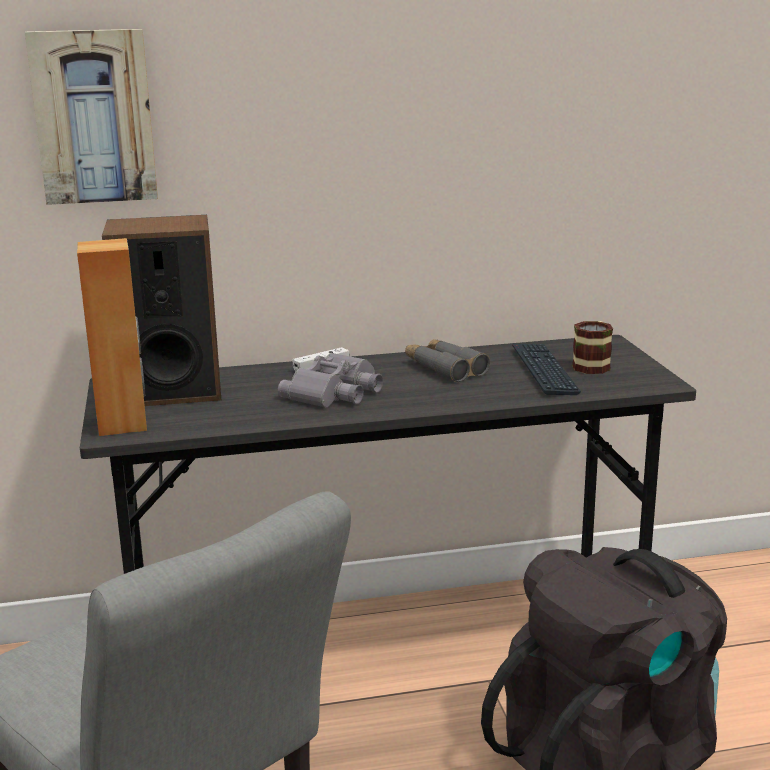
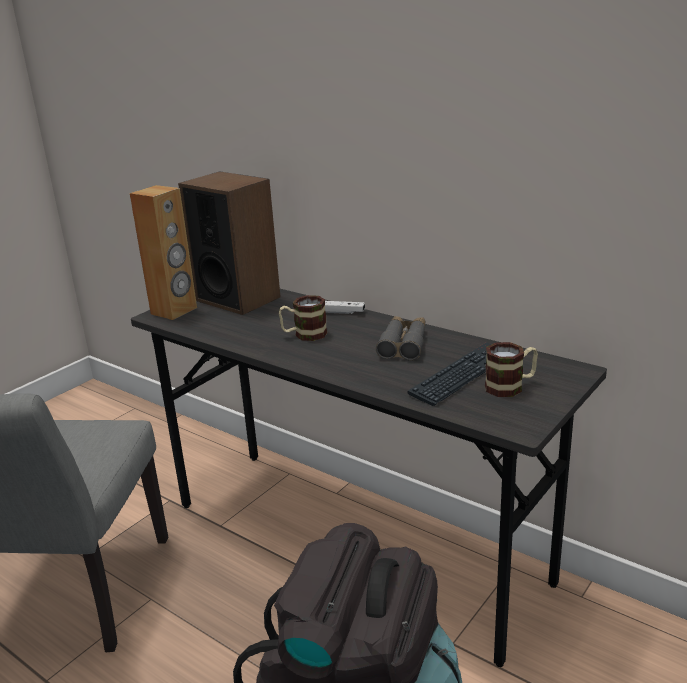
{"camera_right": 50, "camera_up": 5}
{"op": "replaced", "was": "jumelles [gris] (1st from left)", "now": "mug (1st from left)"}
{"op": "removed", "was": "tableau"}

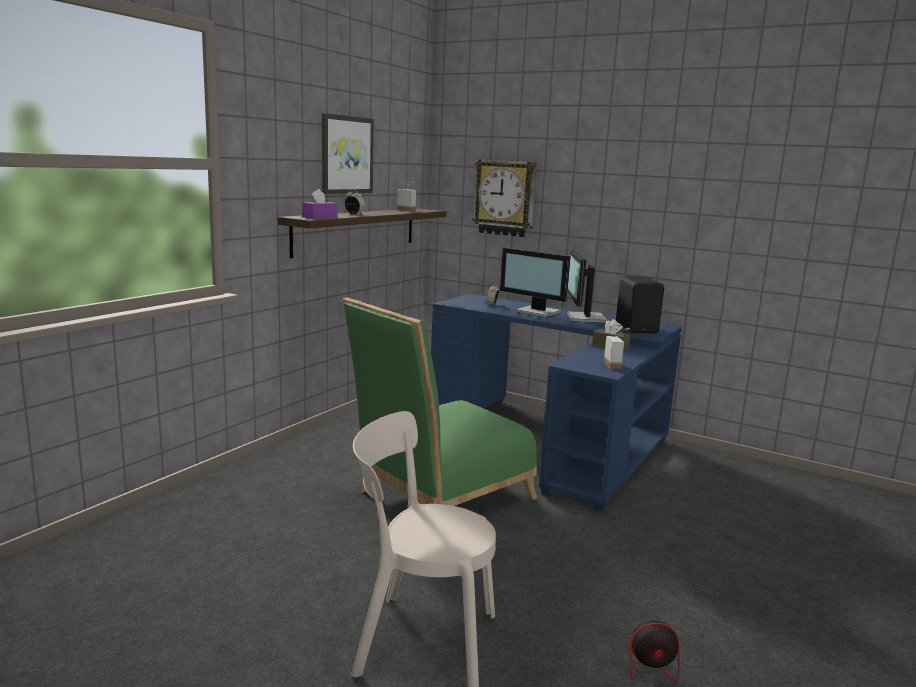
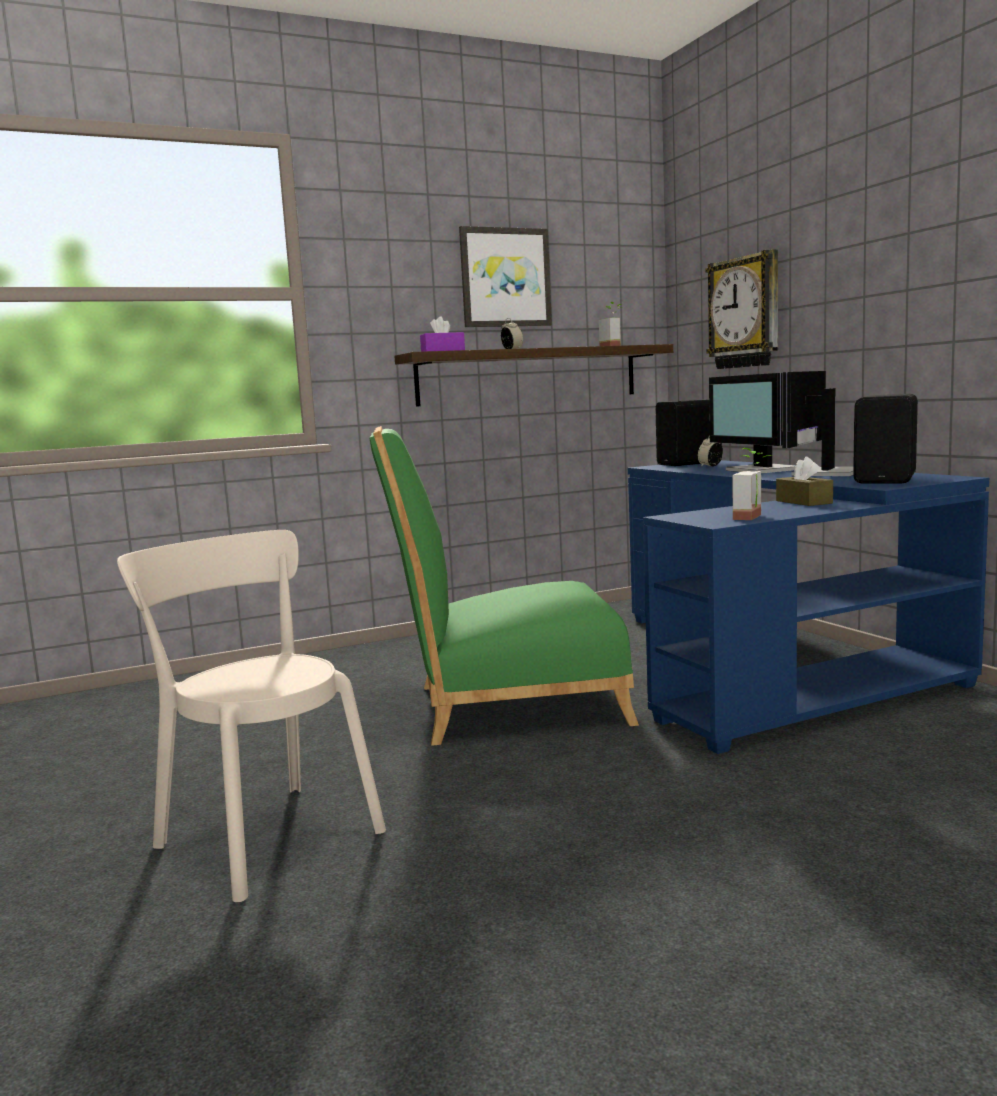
{"camera_right": 35, "camera_up": -5}
{"op": "added", "now": "enceinte [noir] (1st from left)"}
{"op": "removed", "was": "ventilateur"}

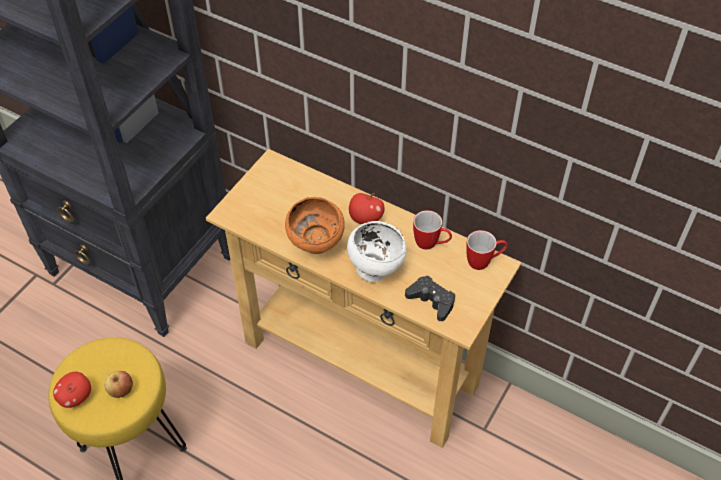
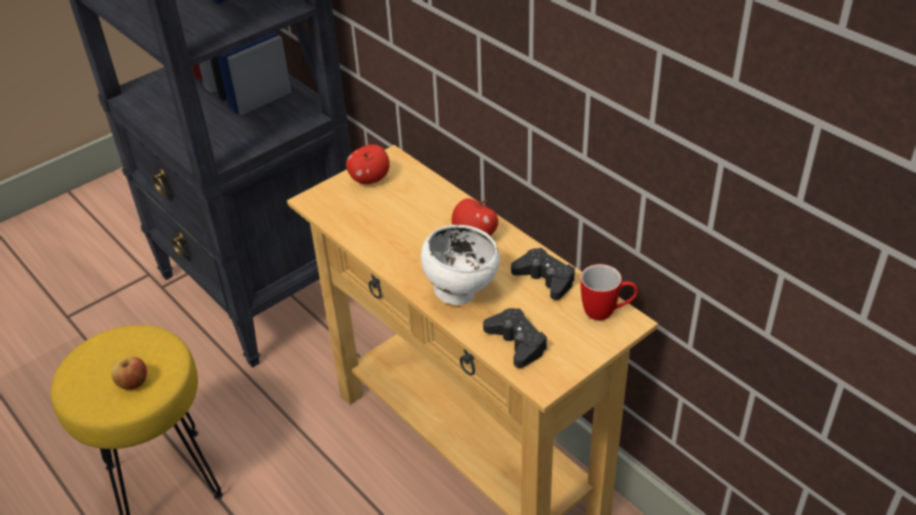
{"camera_right": 20, "camera_up": -10}
{"op": "moved", "was": "pomme (1st from left in the first image)", "now": "pomme (2nd from left)"}
{"op": "replaced", "was": "mug (1st from left)", "now": "manette [noir] (2nd from left)"}
{"op": "removed", "was": "bol [orange]"}

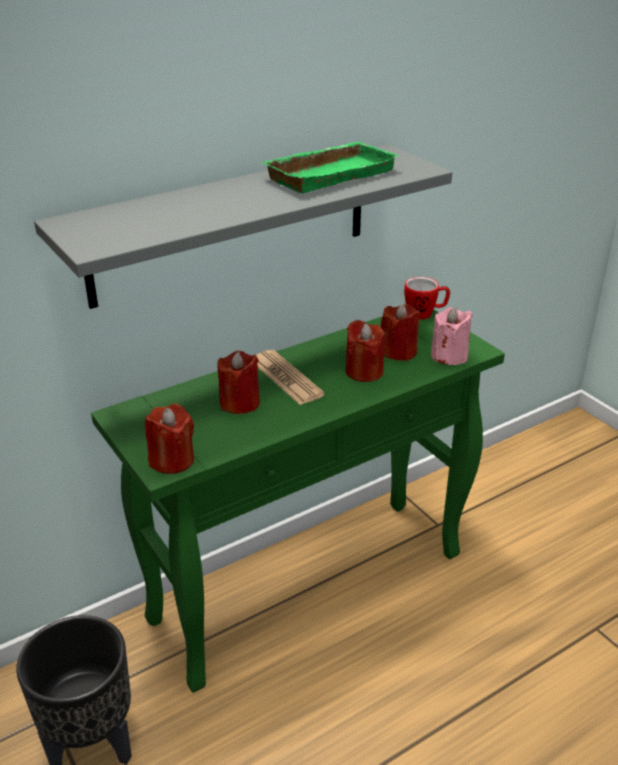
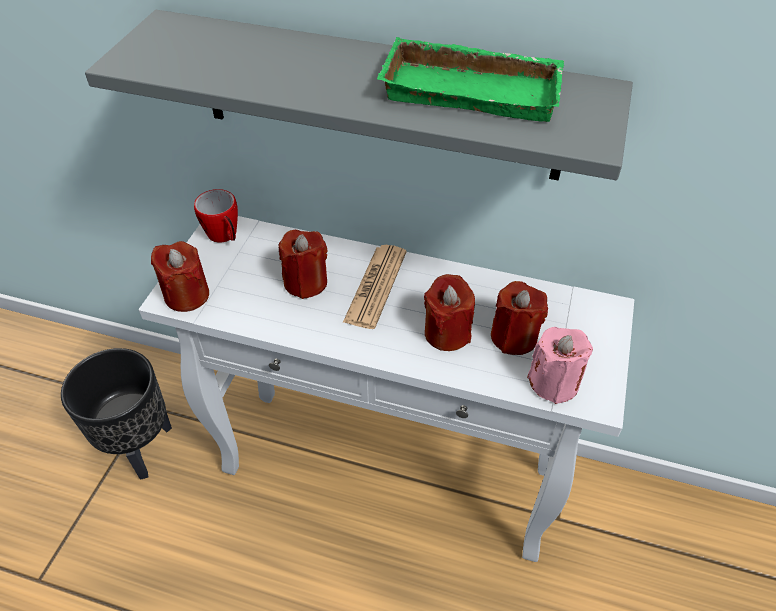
{"camera_right": 50, "camera_up": 15}
{"op": "recoloured", "was": "table console [vert]", "now": "table console [blanc]"}
{"op": "moved", "was": "mug"}

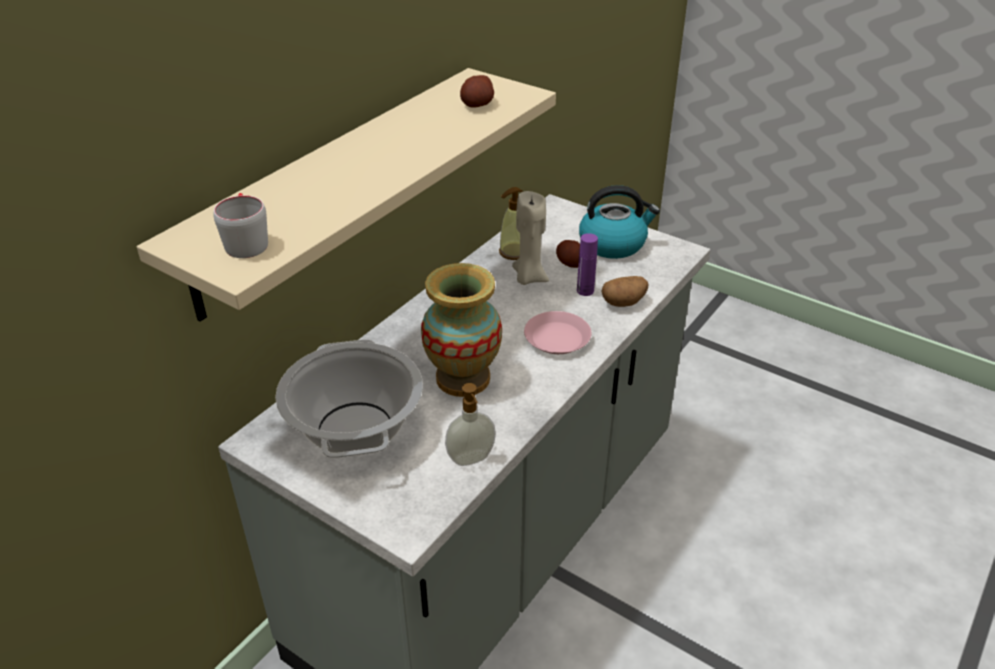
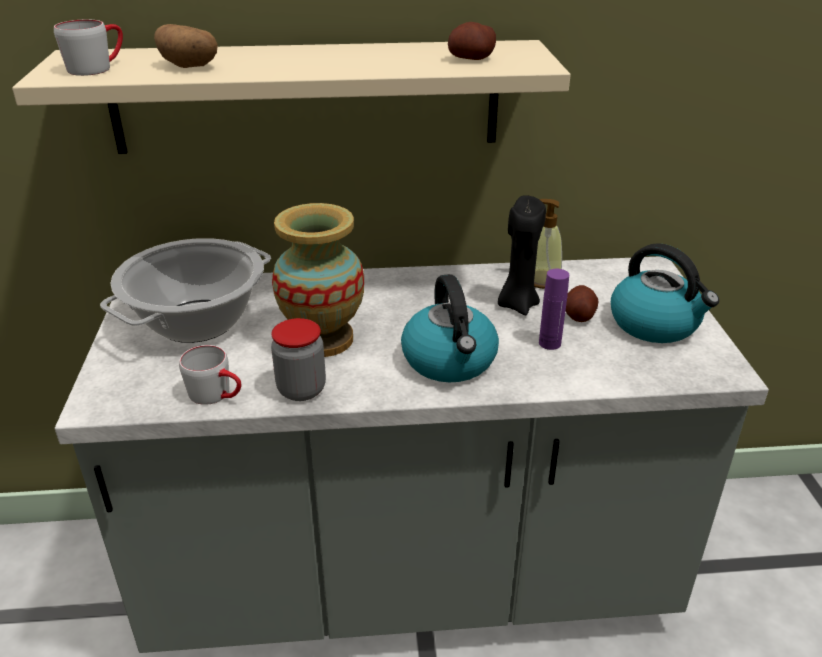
{"camera_right": 50, "camera_up": -5}
{"op": "moved", "was": "pomme de terre (3rd from left in the first image)", "now": "pomme de terre (1st from left)"}
{"op": "replaced", "was": "distributeur de savon (1st from left)", "now": "mug [gris] (2nd from left)"}
{"op": "added", "now": "bocal"}
{"op": "replaced", "was": "assiette [rose]", "now": "bouilloire (1st from left)"}
{"op": "recoloured", "was": "bougie [beige]", "now": "bougie [noir]"}

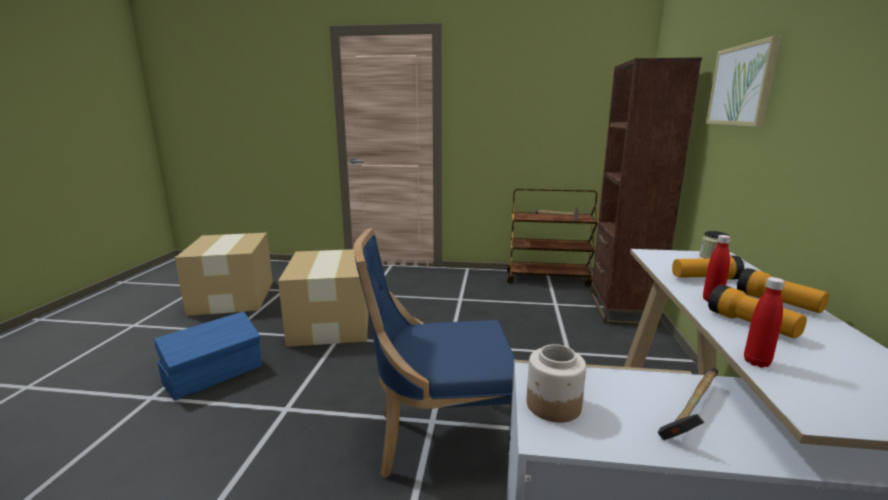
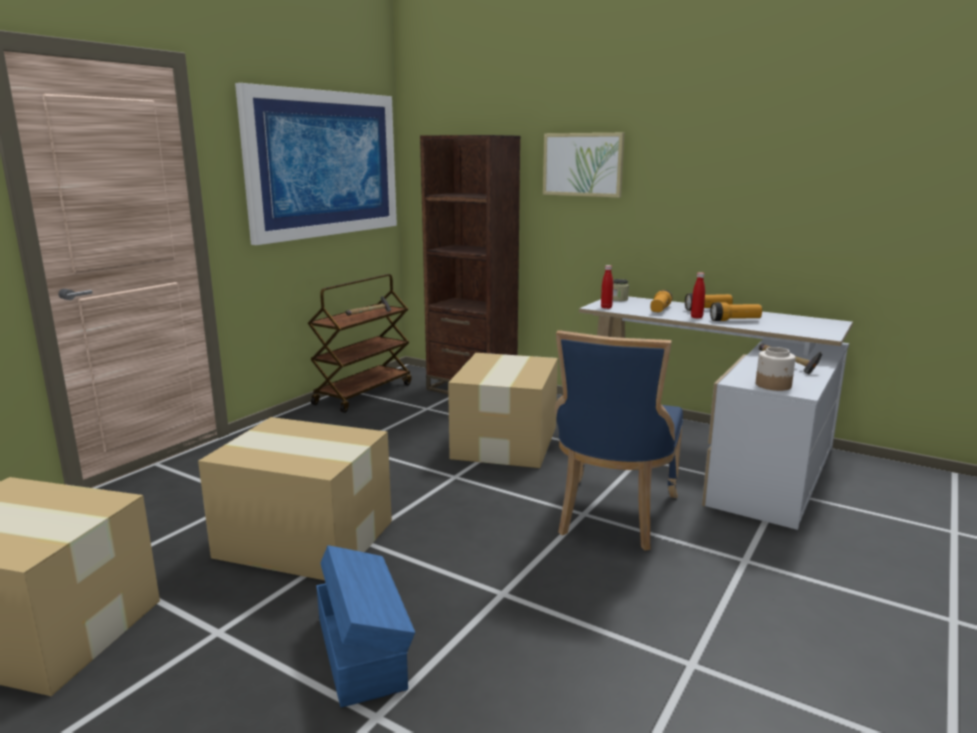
{"camera_right": -65, "camera_up": 0}
{"op": "added", "now": "tableau (1st from left)"}
{"op": "added", "now": "carton (3rd from left)"}
{"op": "moved", "was": "bouteille [rouge] (2nd from left in the first image)", "now": "bouteille [rouge] (1st from left)"}

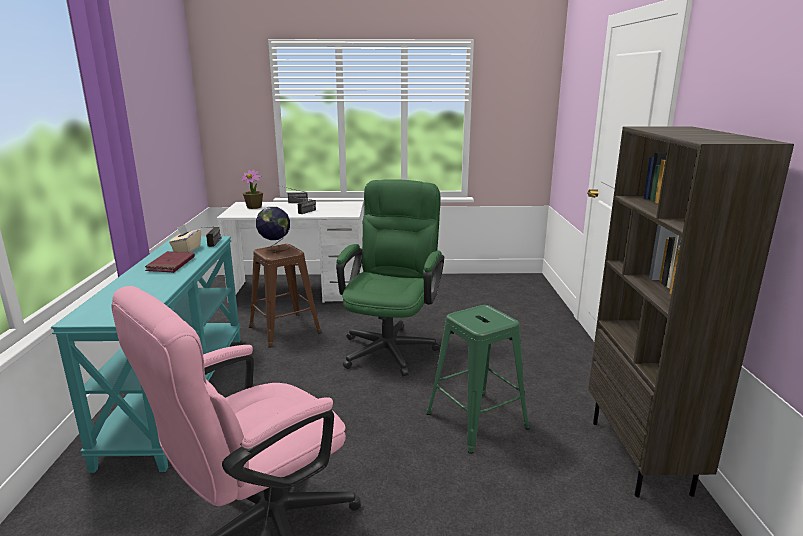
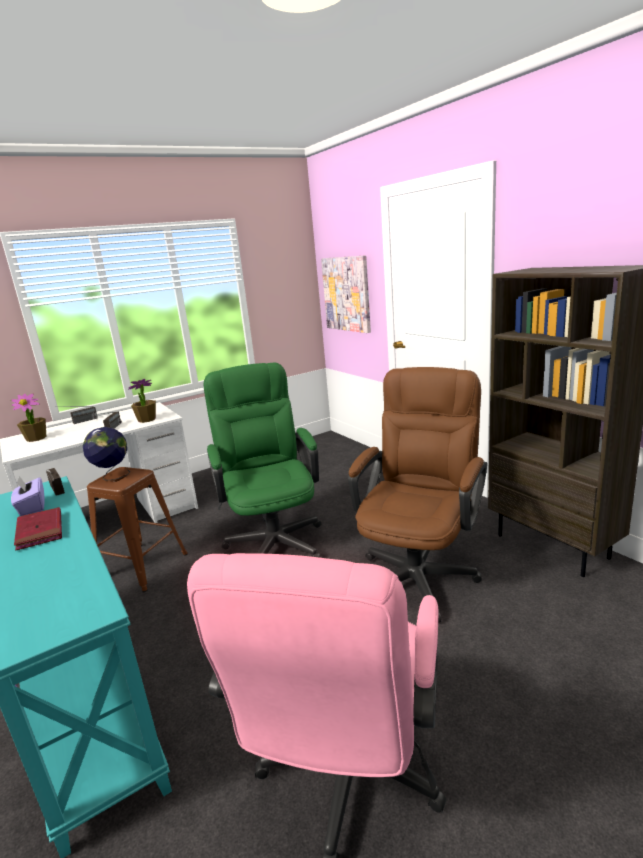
{"camera_right": -30, "camera_up": 0}
{"op": "recoloured", "was": "boîte à mouchoirs [beige]", "now": "boîte à mouchoirs [violet]"}
{"op": "added", "now": "plante en pot (2nd from left)"}
{"op": "added", "now": "tableau"}
{"op": "replaced", "was": "tabouret [vert]", "now": "chaise de bureau [marron]"}

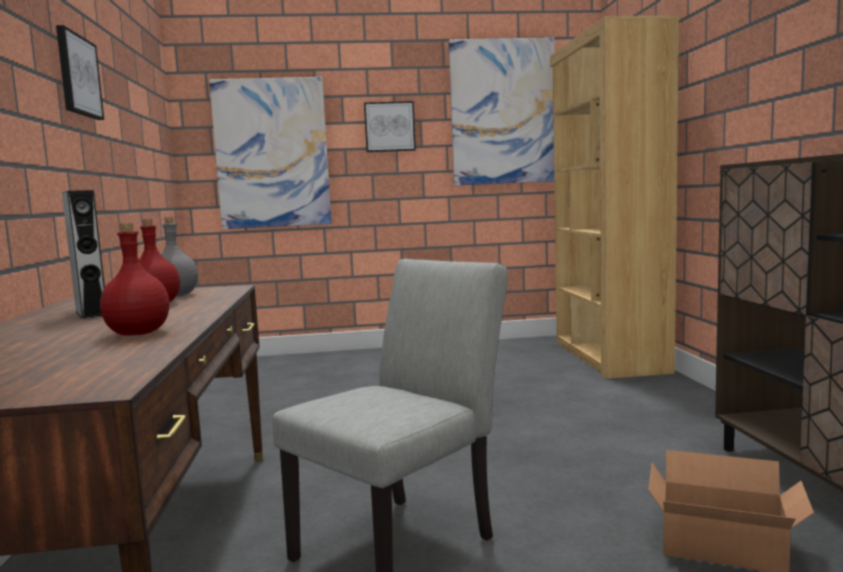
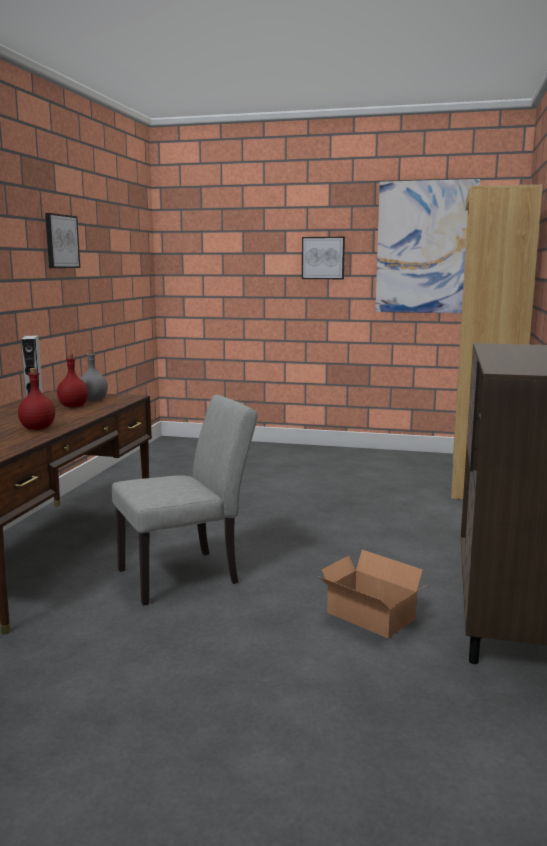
{"camera_right": 20, "camera_up": 5}
{"op": "removed", "was": "tableau (2nd from left)"}

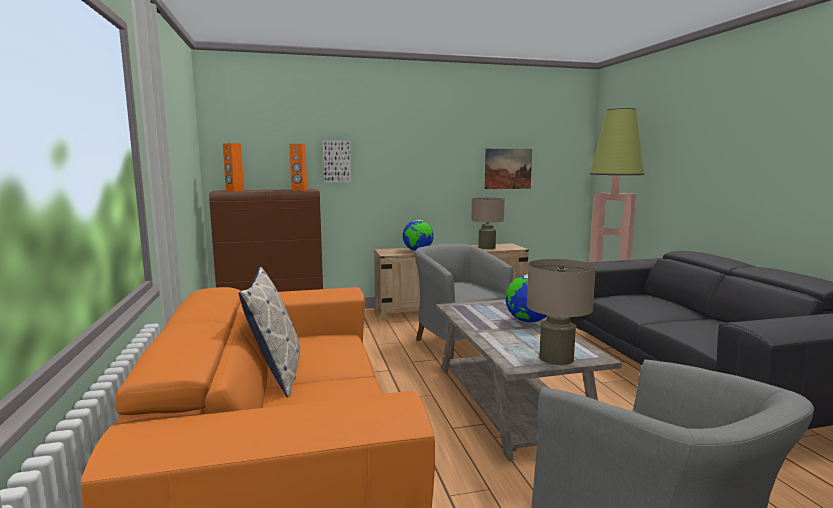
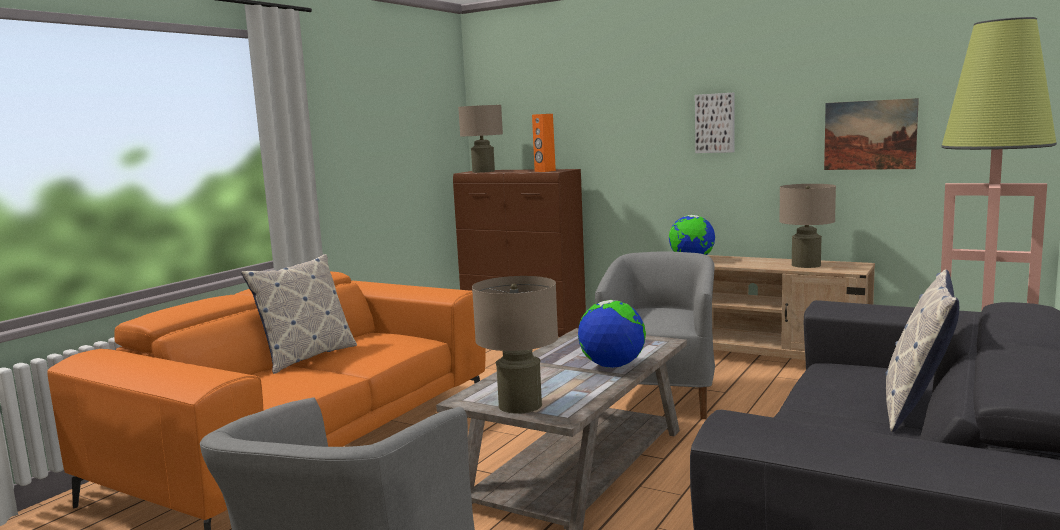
{"camera_right": 45, "camera_up": 0}
{"op": "replaced", "was": "enceinte [orange] (1st from left)", "now": "lampe de table [beige] (1st from left)"}
{"op": "moved", "was": "tableau (1st from left)"}
{"op": "added", "now": "coussin (2nd from left)"}

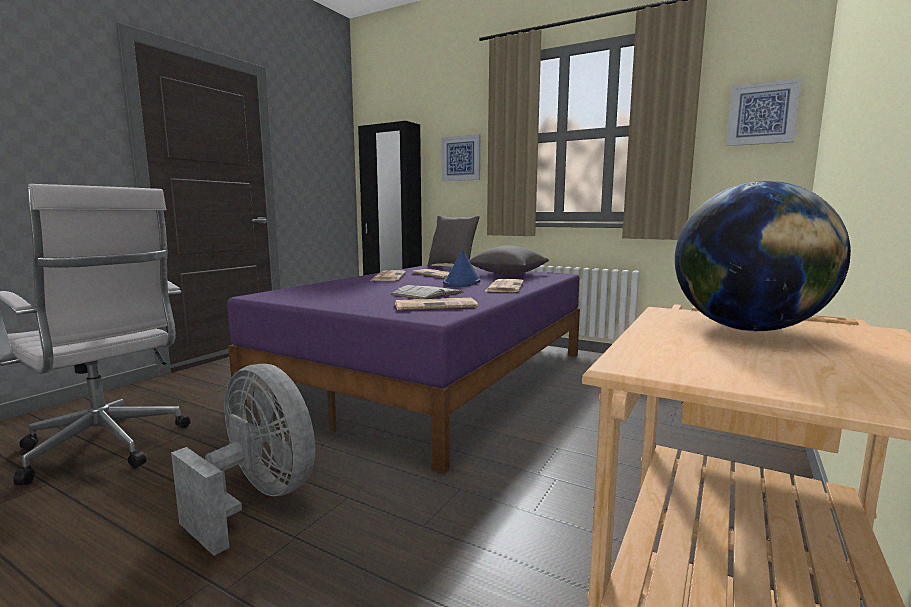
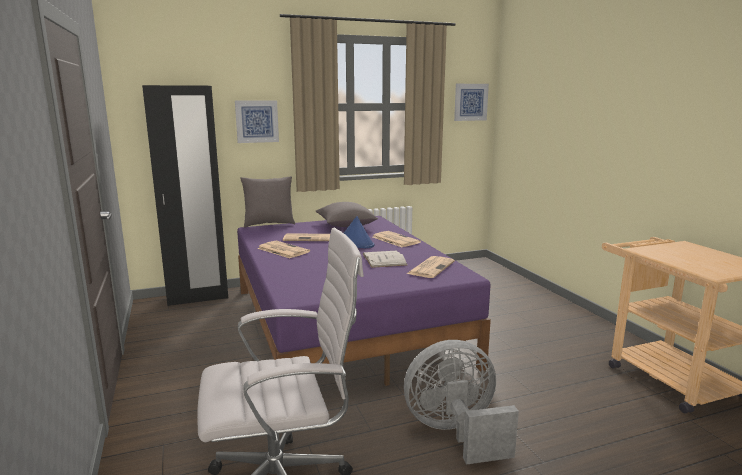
{"camera_right": -50, "camera_up": 5}
{"op": "removed", "was": "globe"}

